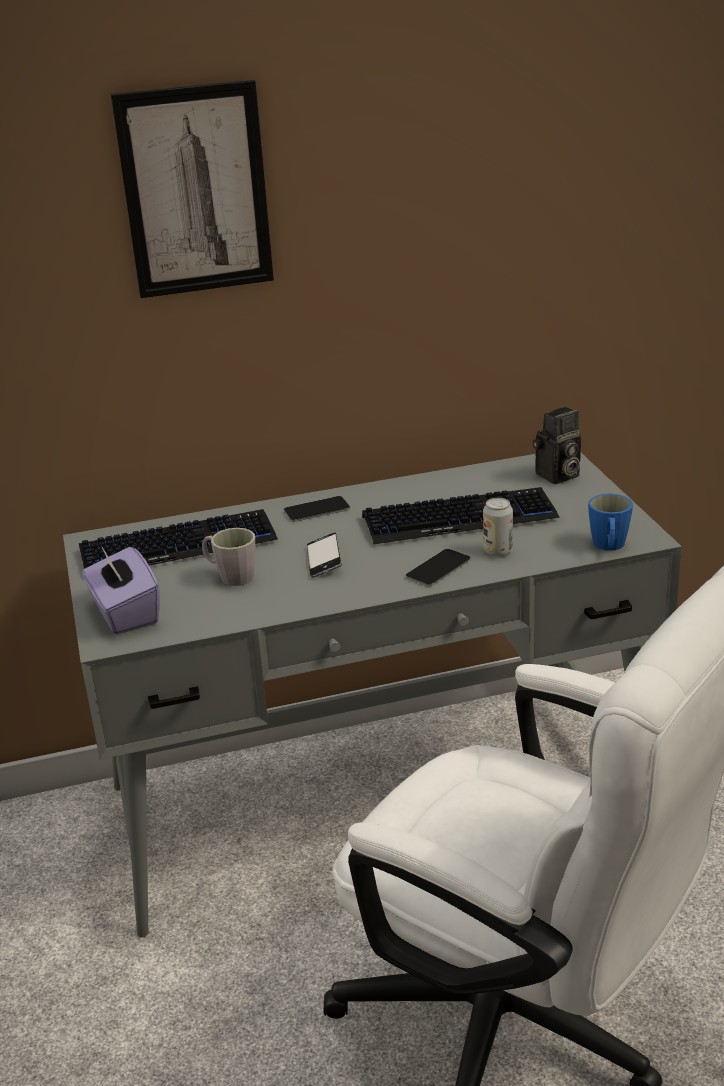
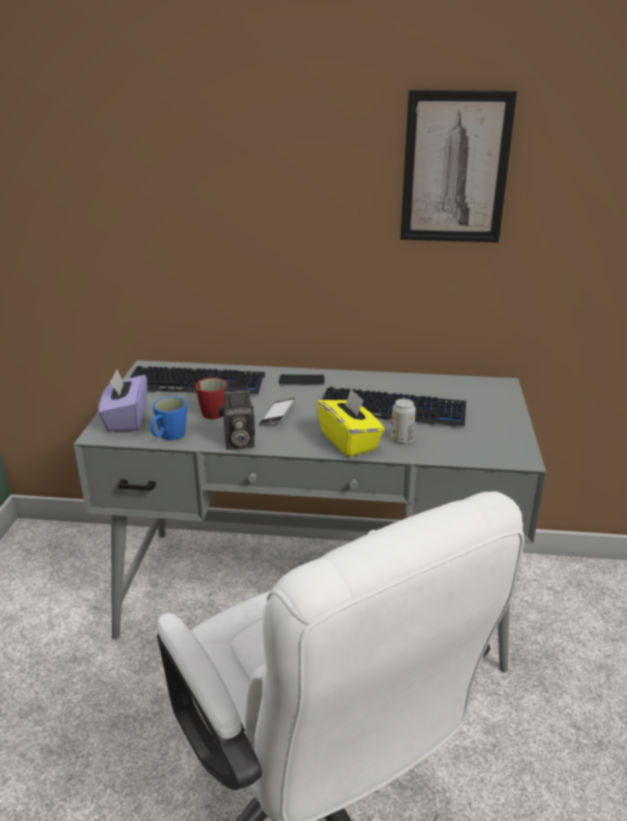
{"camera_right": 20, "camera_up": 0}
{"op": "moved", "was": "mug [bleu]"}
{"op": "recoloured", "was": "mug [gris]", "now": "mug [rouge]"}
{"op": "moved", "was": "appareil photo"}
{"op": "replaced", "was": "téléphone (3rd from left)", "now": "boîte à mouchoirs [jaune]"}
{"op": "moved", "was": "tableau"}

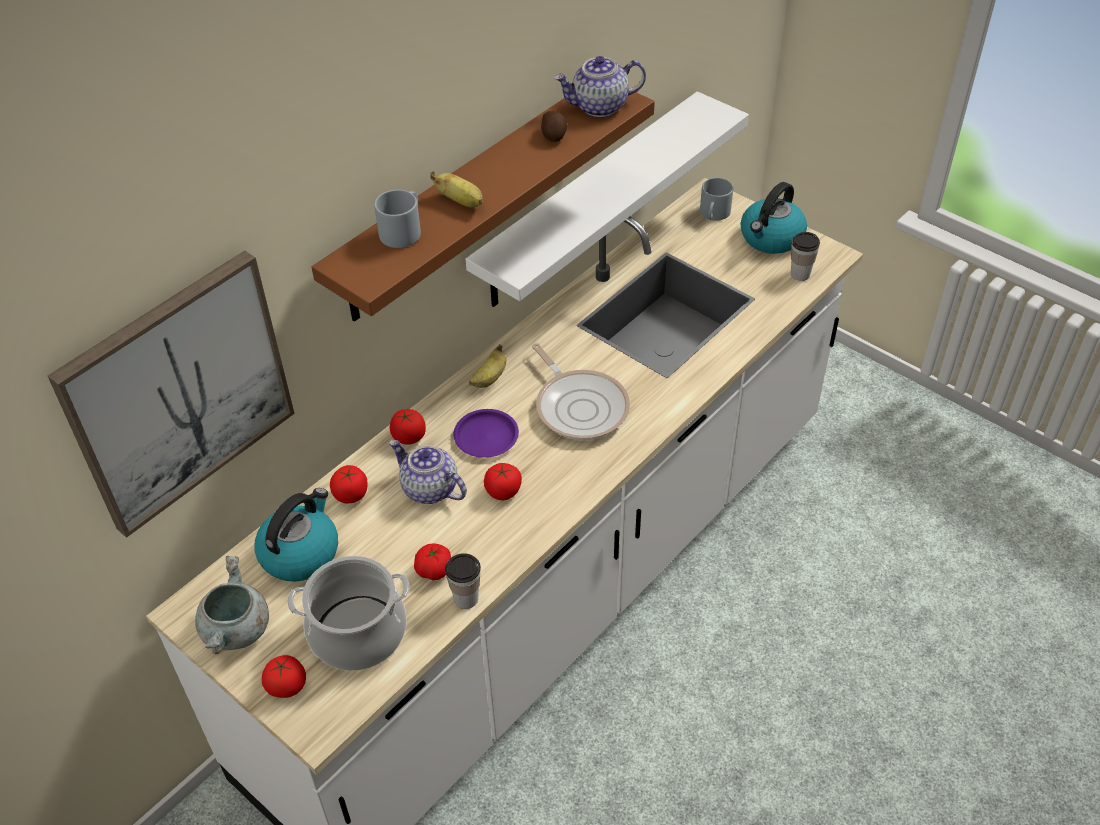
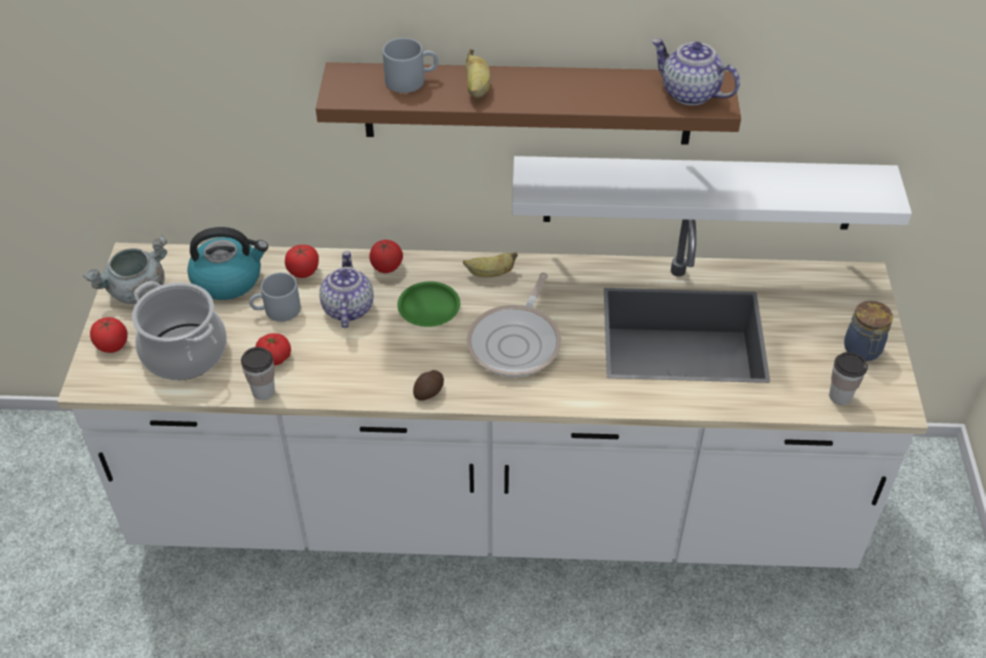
{"camera_right": 50, "camera_up": 0}
{"op": "moved", "was": "mug [gris] (2nd from left in the first image)", "now": "mug [gris] (1st from left)"}
{"op": "recoloured", "was": "assiette [violet]", "now": "assiette [vert]"}
{"op": "moved", "was": "pomme de terre"}
{"op": "replaced", "was": "bouilloire (2nd from left)", "now": "bocal"}
{"op": "removed", "was": "tableau"}
{"op": "removed", "was": "tomate (5th from left)"}

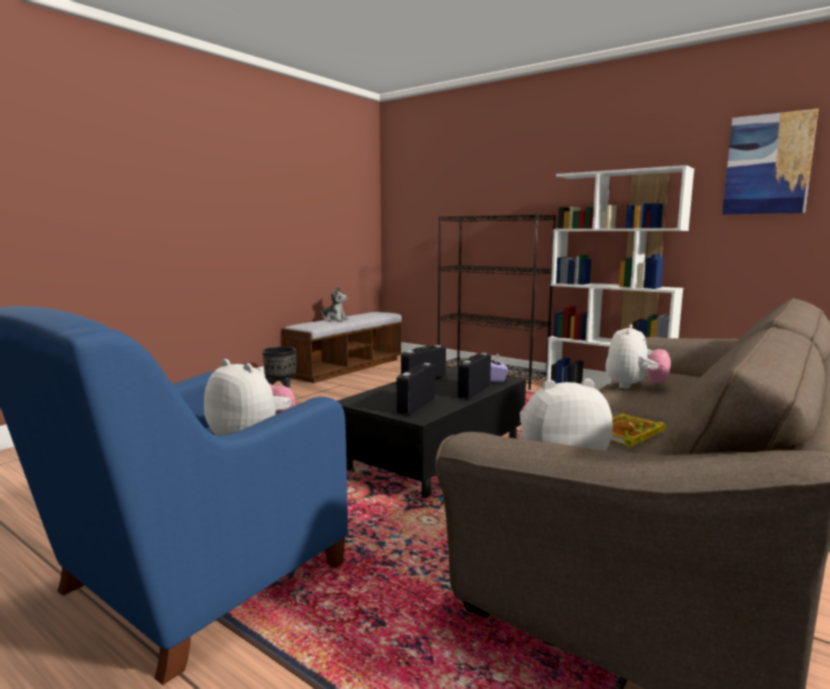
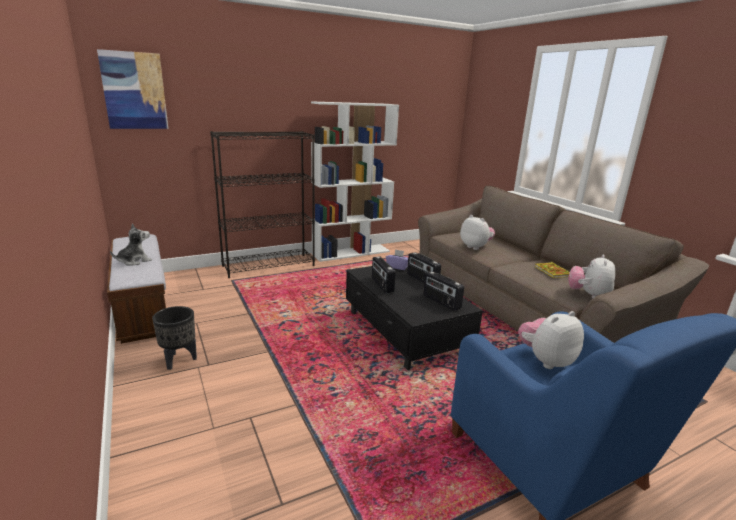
{"camera_right": -65, "camera_up": 10}
{"op": "moved", "was": "tableau"}

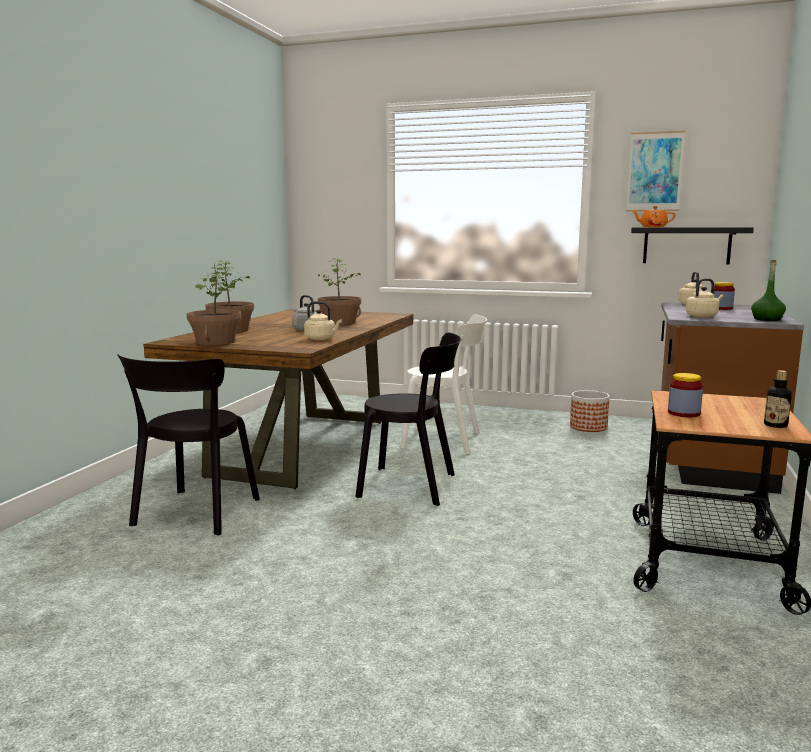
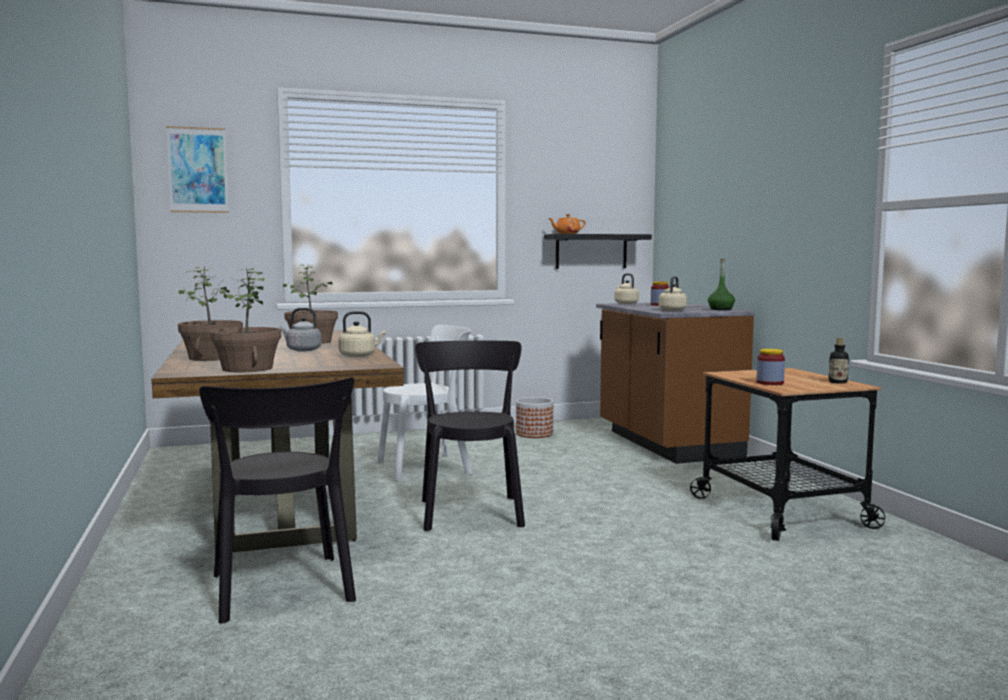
{"camera_right": -35, "camera_up": -5}
{"op": "moved", "was": "tableau"}
{"op": "turned", "was": "chaise [noir] (2nd from left)", "clockwise": -75}

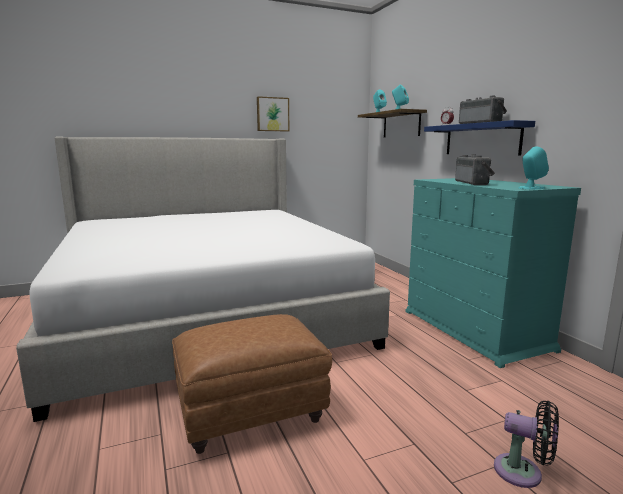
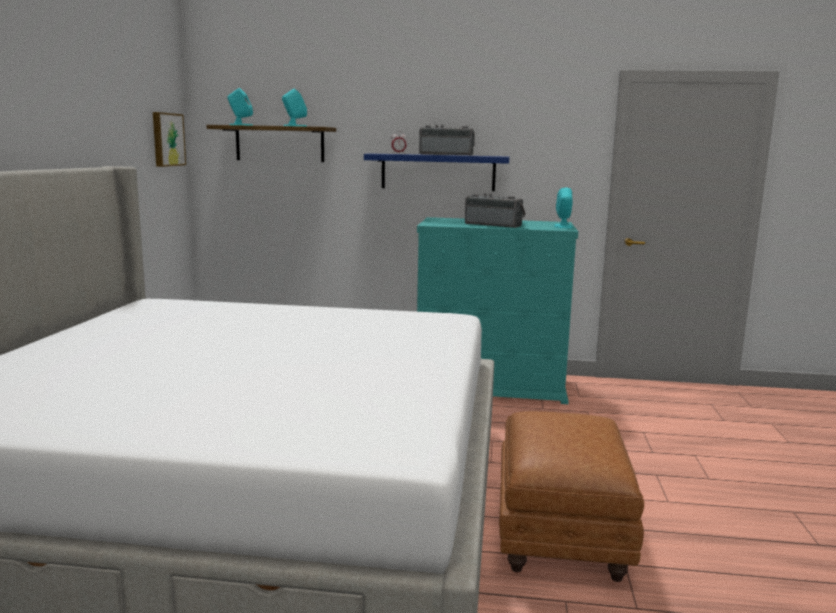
{"camera_right": -60, "camera_up": 0}
{"op": "moved", "was": "tableau"}
{"op": "removed", "was": "ventilateur [noir]"}

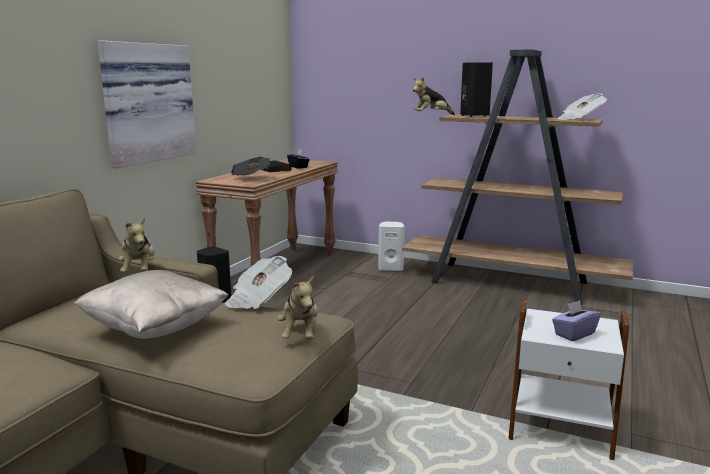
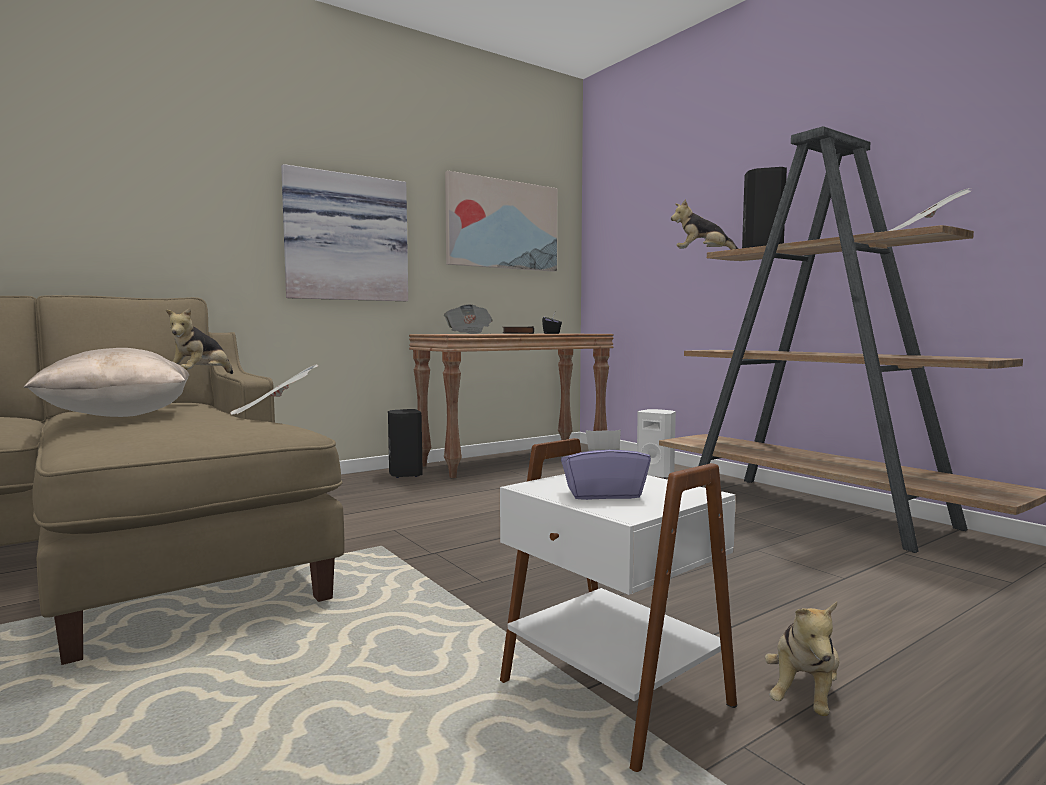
{"camera_right": 30, "camera_up": -10}
{"op": "added", "now": "tableau (2nd from left)"}
{"op": "moved", "was": "peluche (2nd from left in the first image)", "now": "peluche (3rd from left)"}

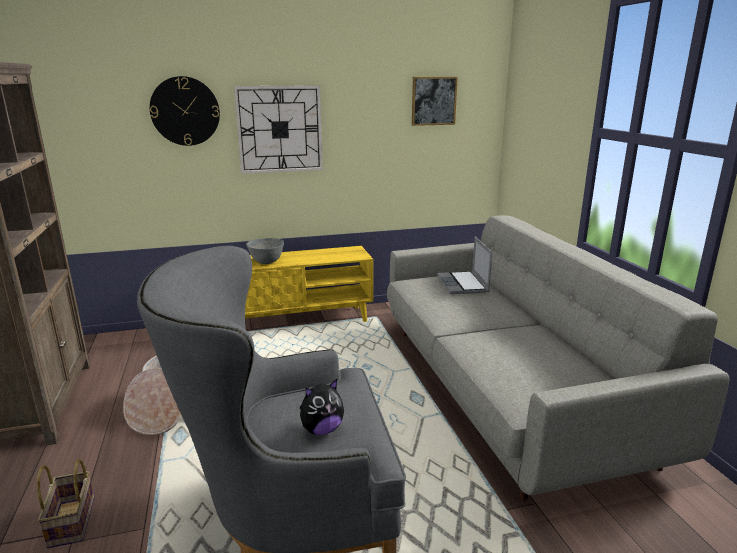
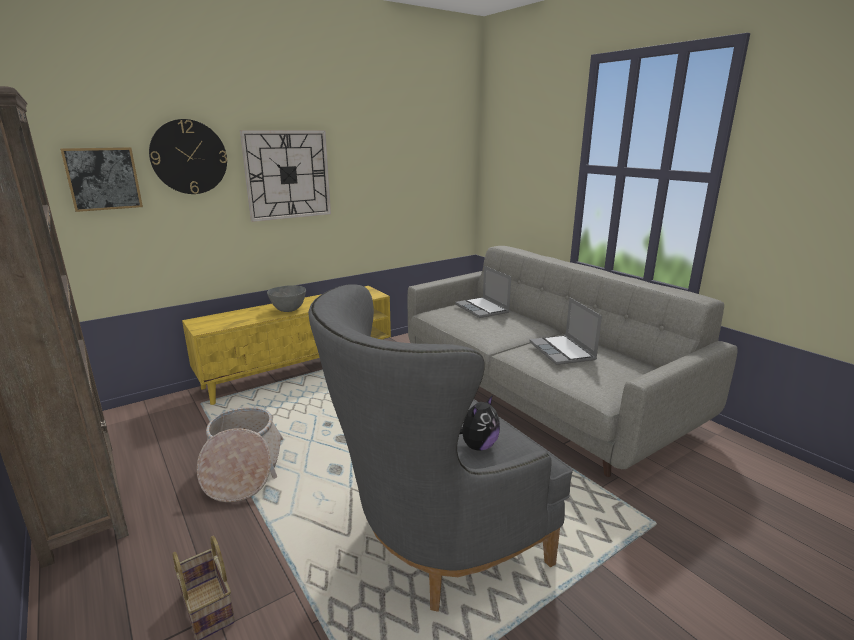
{"camera_right": -20, "camera_up": 0}
{"op": "moved", "was": "tableau"}
{"op": "added", "now": "ordinateur portable (2nd from left)"}

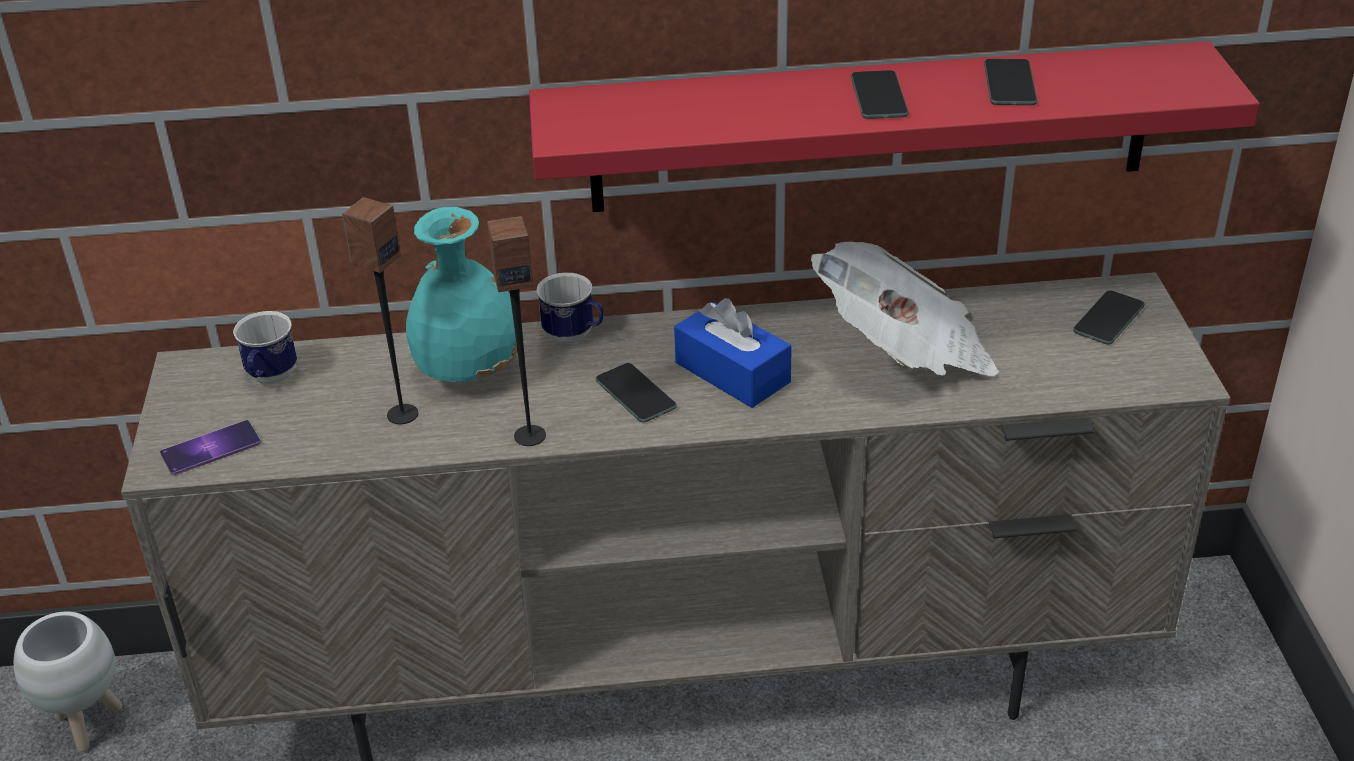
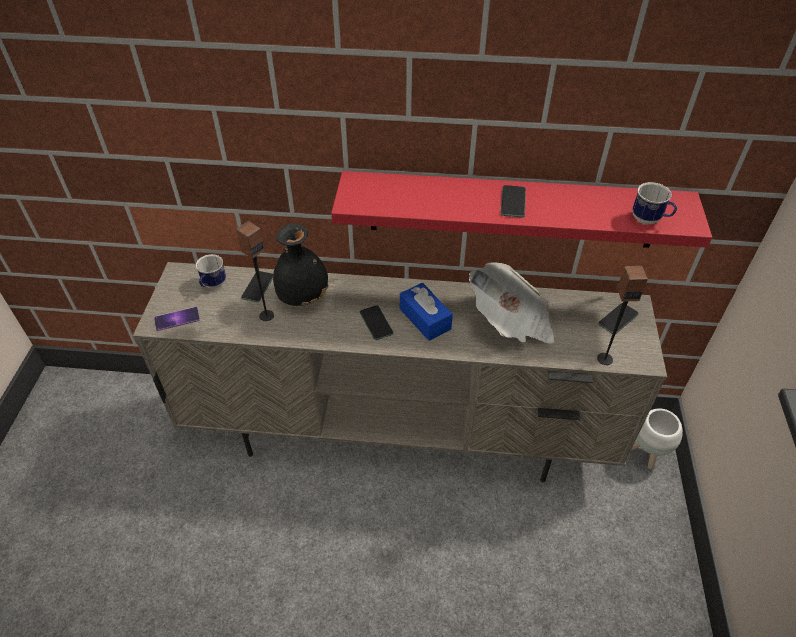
{"camera_right": 10, "camera_up": 10}
{"op": "moved", "was": "téléphone (4th from left in the first image)", "now": "téléphone (2nd from left)"}
{"op": "recoloured", "was": "vase [turquoise]", "now": "vase [noir]"}
{"op": "moved", "was": "enceinte (2nd from left)"}
{"op": "moved", "was": "cache-pot [blanc]"}
{"op": "moved", "was": "mug (2nd from left)"}

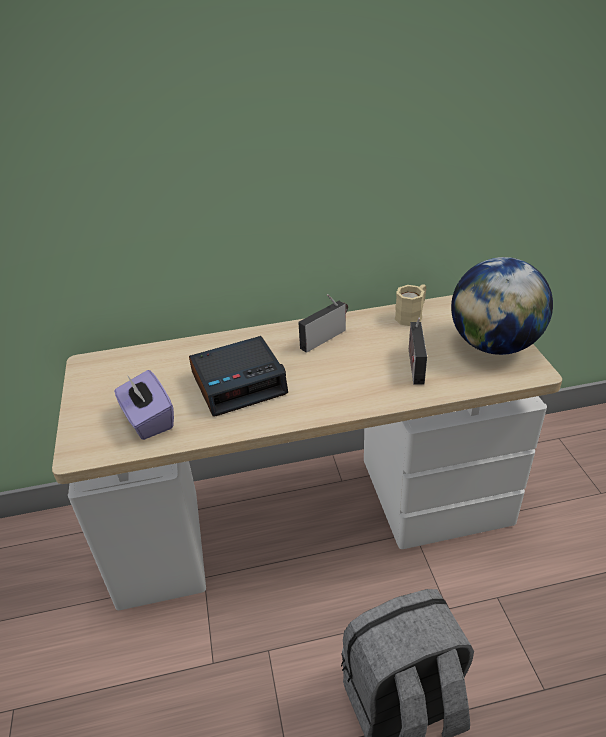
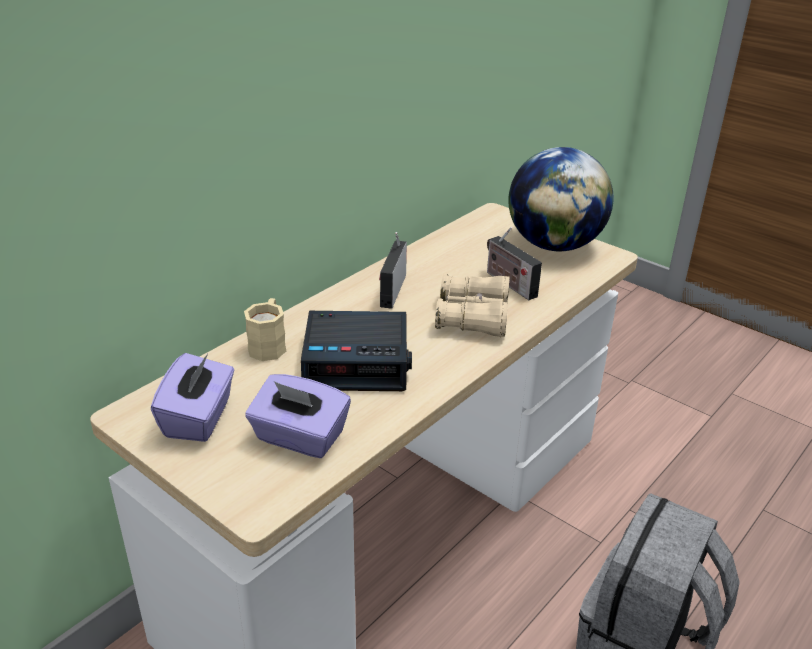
{"camera_right": -40, "camera_up": -5}
{"op": "added", "now": "boîte à mouchoirs [violet] (1st from left)"}
{"op": "moved", "was": "mug [beige]"}
{"op": "turned", "was": "réveil", "clockwise": 60}
{"op": "added", "now": "jumelles [beige]"}

